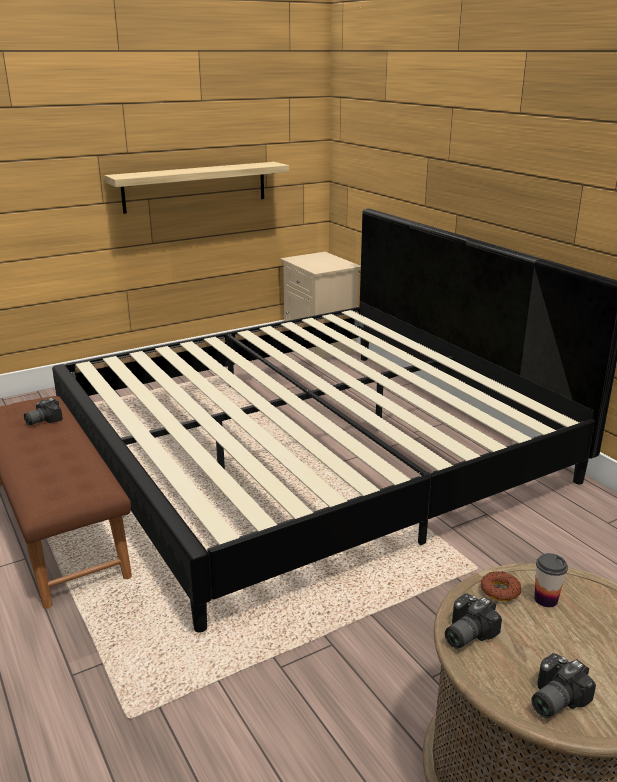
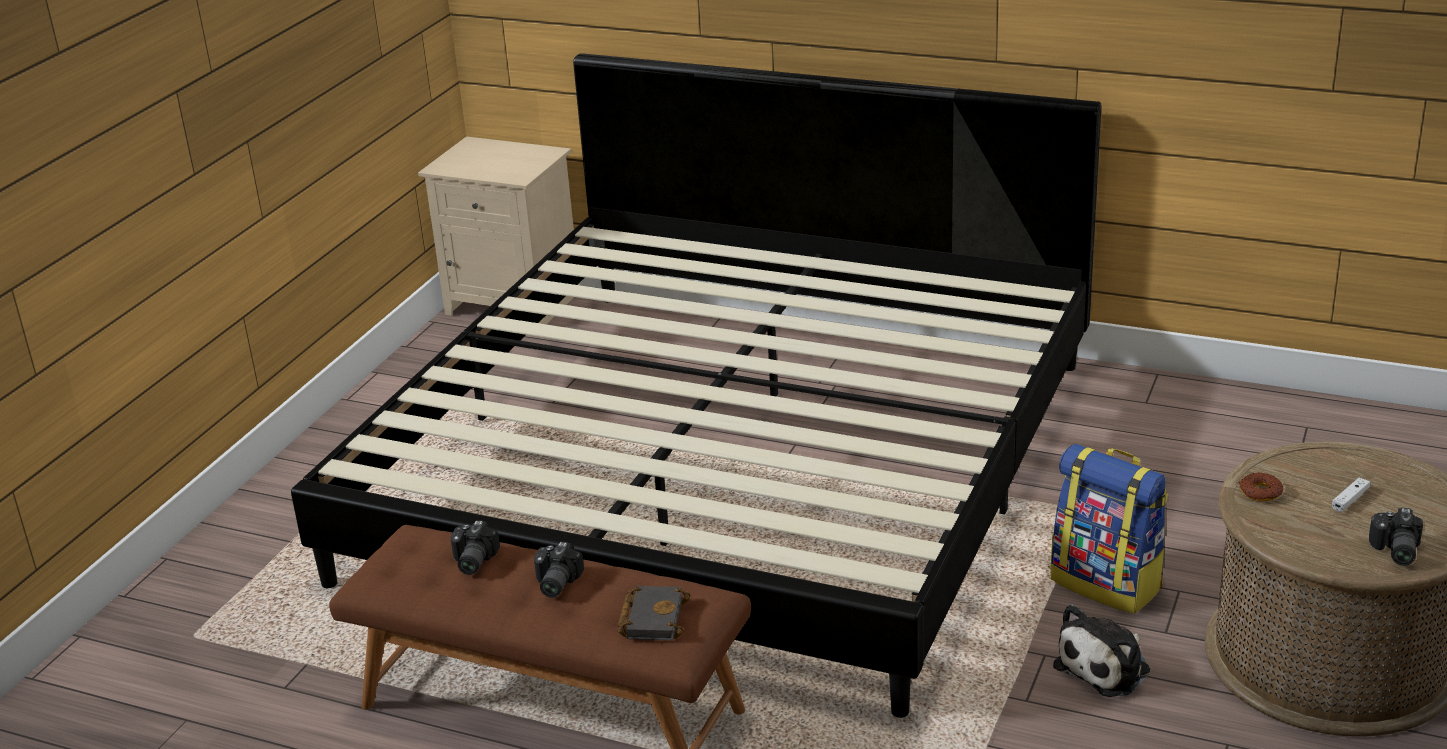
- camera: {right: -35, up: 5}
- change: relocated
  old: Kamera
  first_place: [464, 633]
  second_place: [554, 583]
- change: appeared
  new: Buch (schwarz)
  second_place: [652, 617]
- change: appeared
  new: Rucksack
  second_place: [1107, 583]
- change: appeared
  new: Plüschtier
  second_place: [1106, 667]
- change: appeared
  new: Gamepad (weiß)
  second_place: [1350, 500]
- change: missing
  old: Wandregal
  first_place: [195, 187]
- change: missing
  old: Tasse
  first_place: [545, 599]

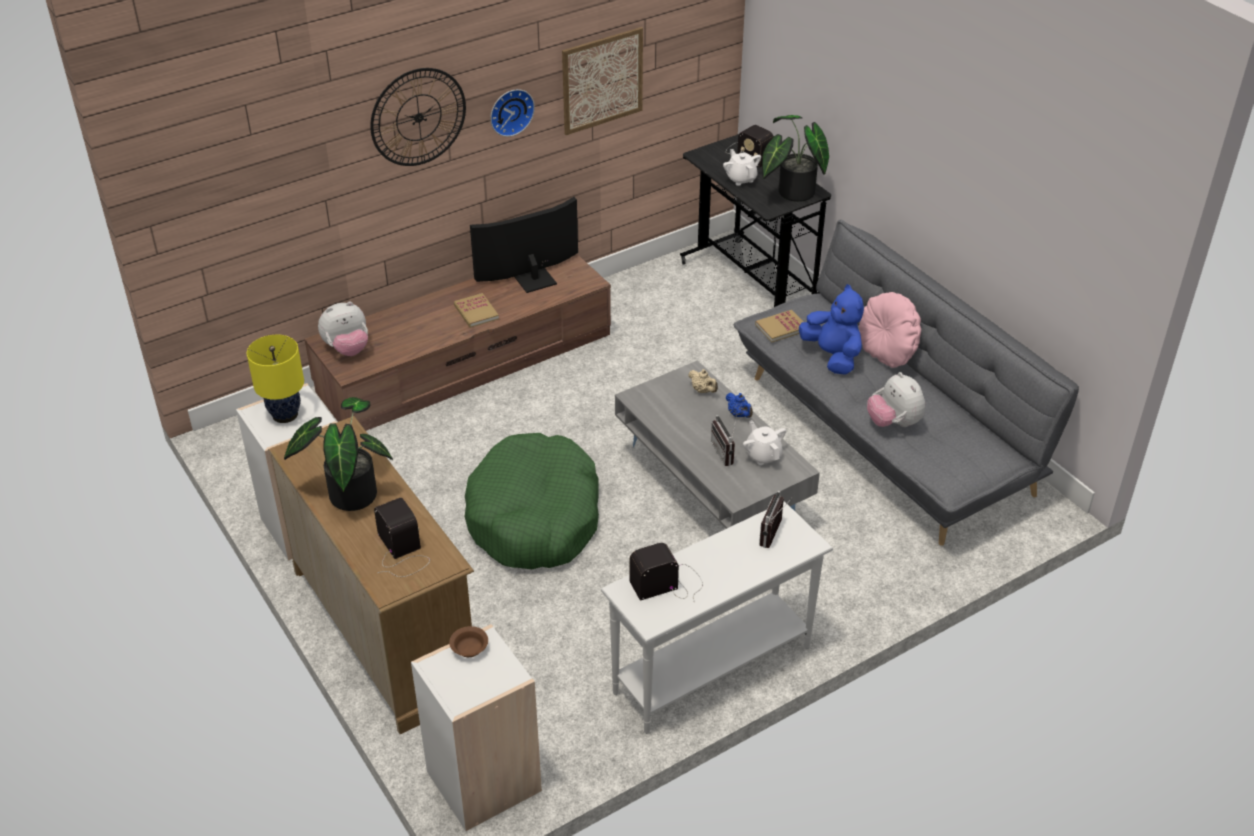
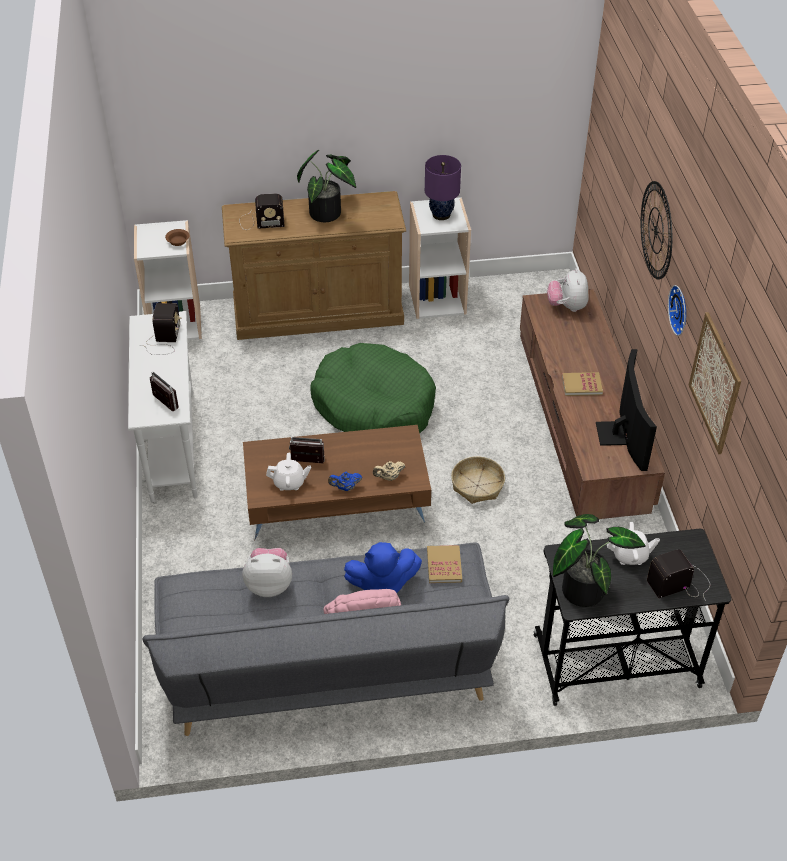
- camera: {right: 115, up: 5}
- change: colour
  old: Couchtisch (grau)
  new: Couchtisch (braun)
  first_place: [712, 491]
  second_place: [337, 512]
- change: colour
  old: Tischlampe (gelb)
  new: Tischlampe (lila)
  first_place: [285, 414]
  second_place: [441, 214]
- change: appeared
  new: Korb
  second_place: [477, 485]

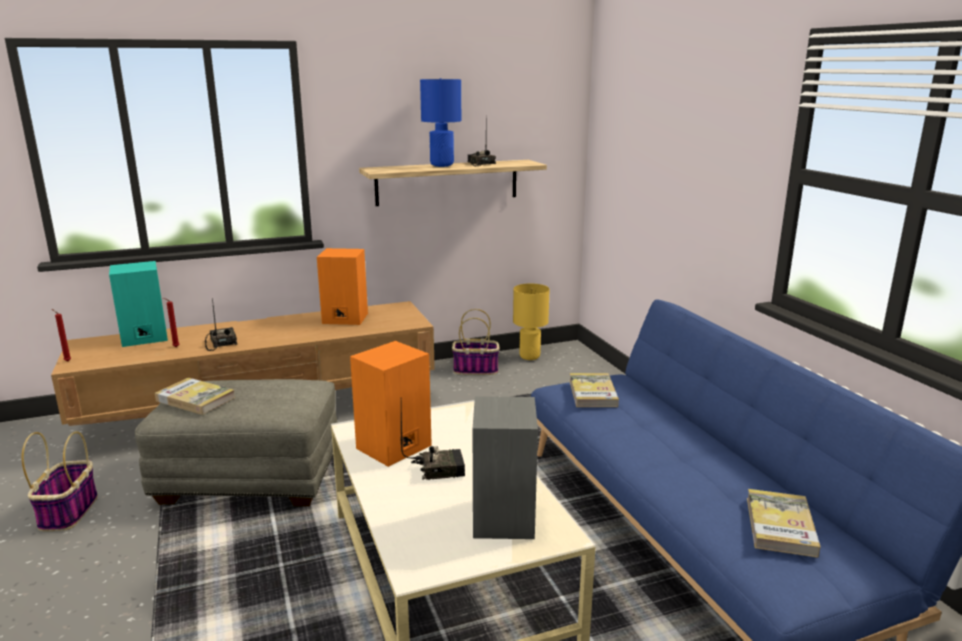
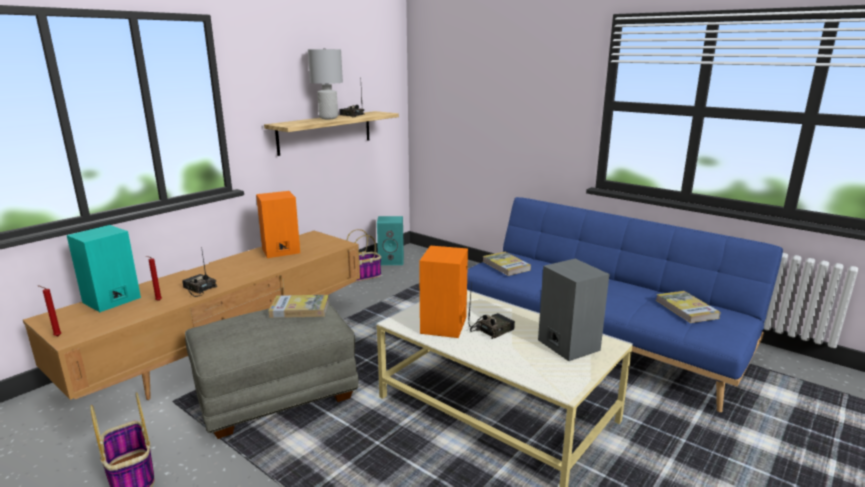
- camera: {right: -30, up: 0}
- change: relocated
  old: Buch
  first_place: [195, 399]
  second_place: [300, 309]
- change: colour
  old: Tischlampe (blau)
  new: Tischlampe (grau)
  first_place: [442, 166]
  second_place: [328, 119]
- change: exchanged
  old: Tischlampe (gelb)
  new: Lautsprecher (türkis)
  first_place: [530, 358]
  second_place: [392, 260]

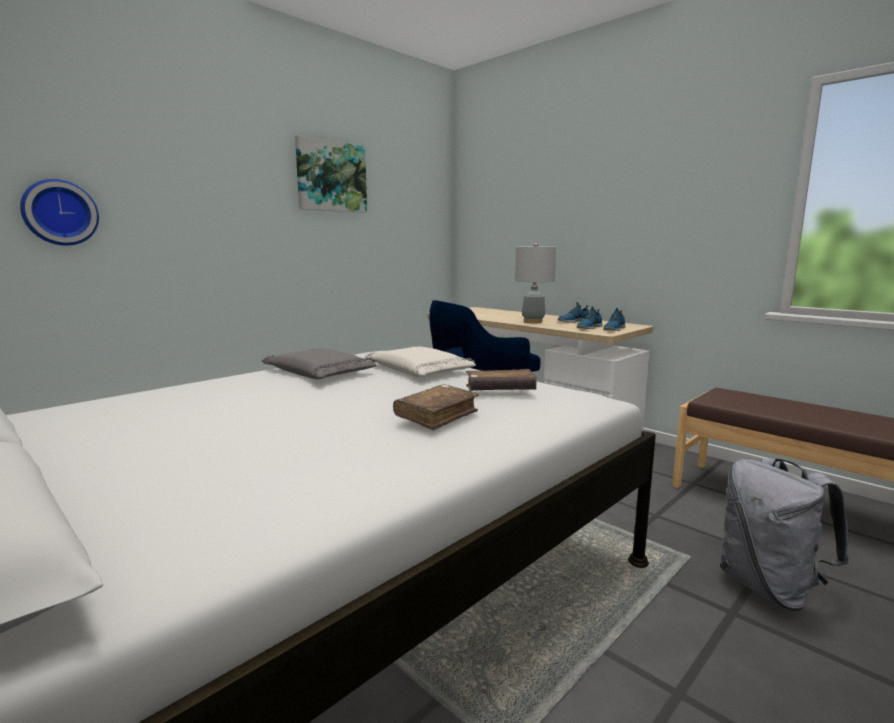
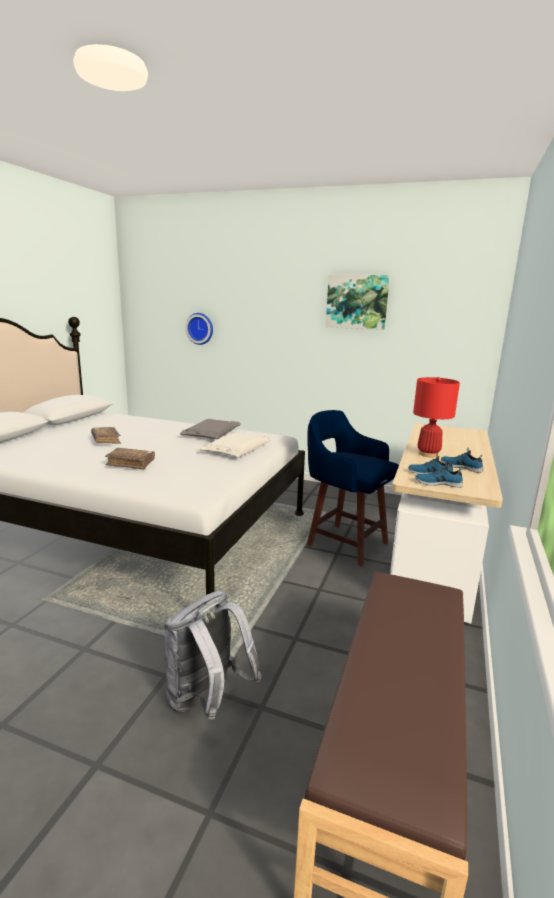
- camera: {right: 65, up: 5}
- change: relocated
  old: Buch (braun)
  first_place: [500, 390]
  second_place: [106, 440]
- change: colour
  old: Tischlampe (grau)
  new: Tischlampe (rot)
  first_place: [533, 321]
  second_place: [428, 454]

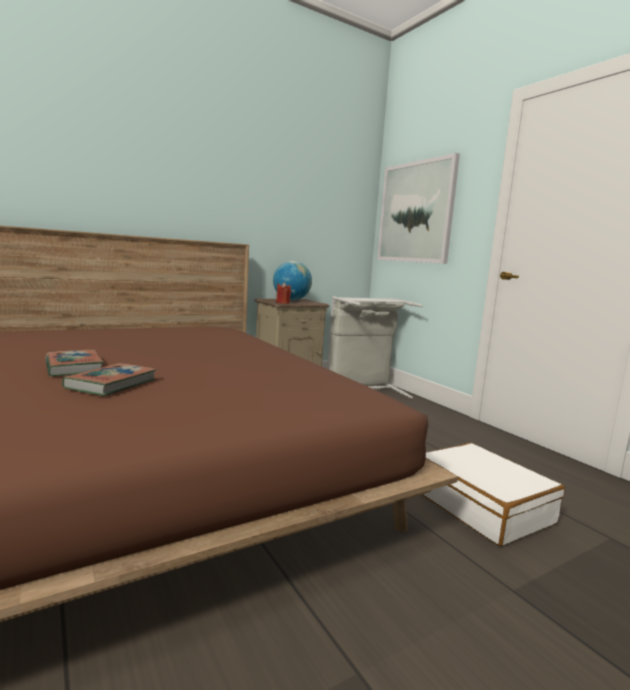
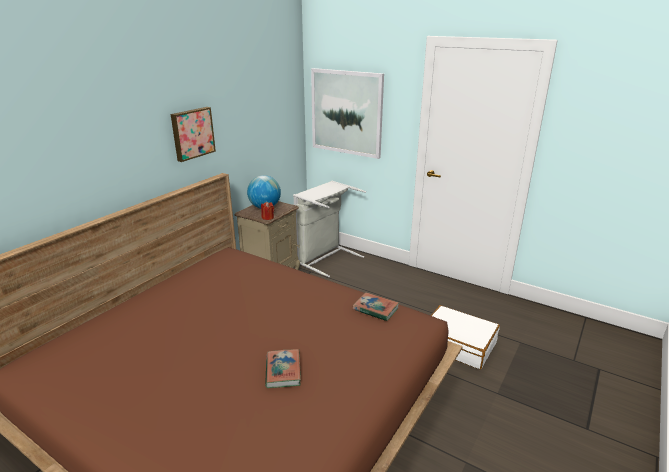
- camera: {right: -25, up: 15}
- change: appeared
  new: Bild
  second_place: [192, 133]
- change: relocated
  old: Buch
  first_place: [74, 367]
  second_place: [375, 309]

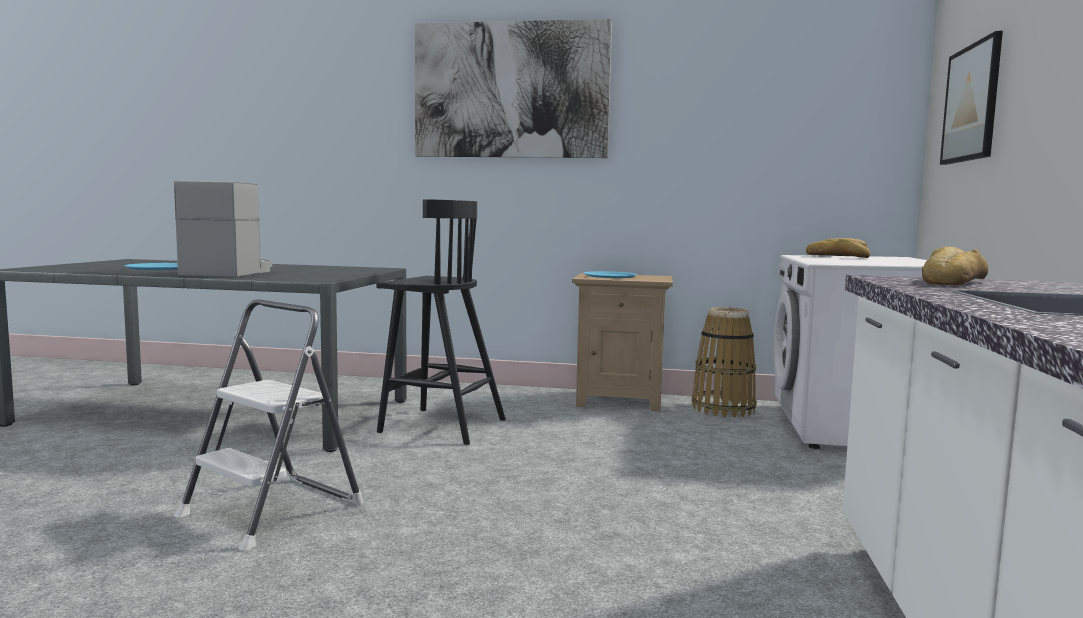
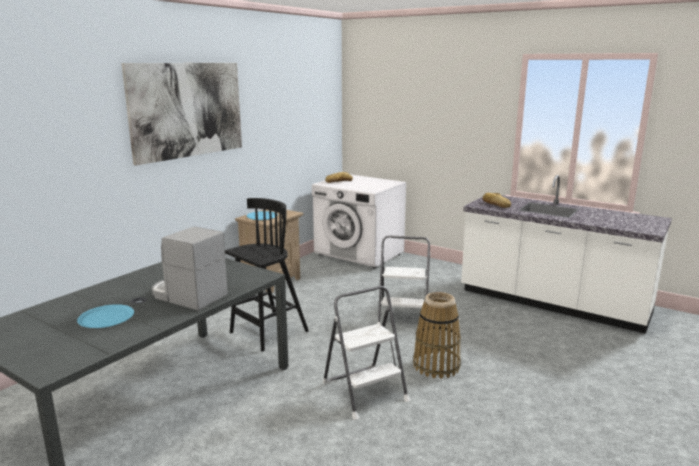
- camera: {right: -65, up: 10}
- change: appeared
  new: Trittleiter (weiß)
  second_place: [403, 315]
- change: relocated
  old: Korb
  first_place: [723, 409]
  second_place: [436, 366]
- change: missing
  old: Bild
  first_place: [971, 103]

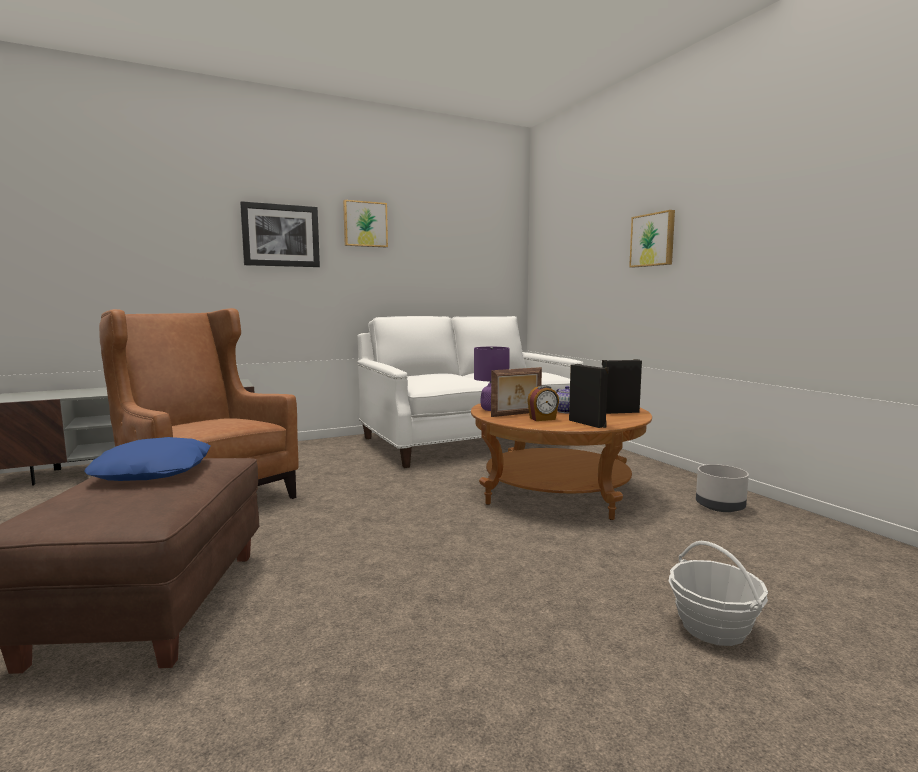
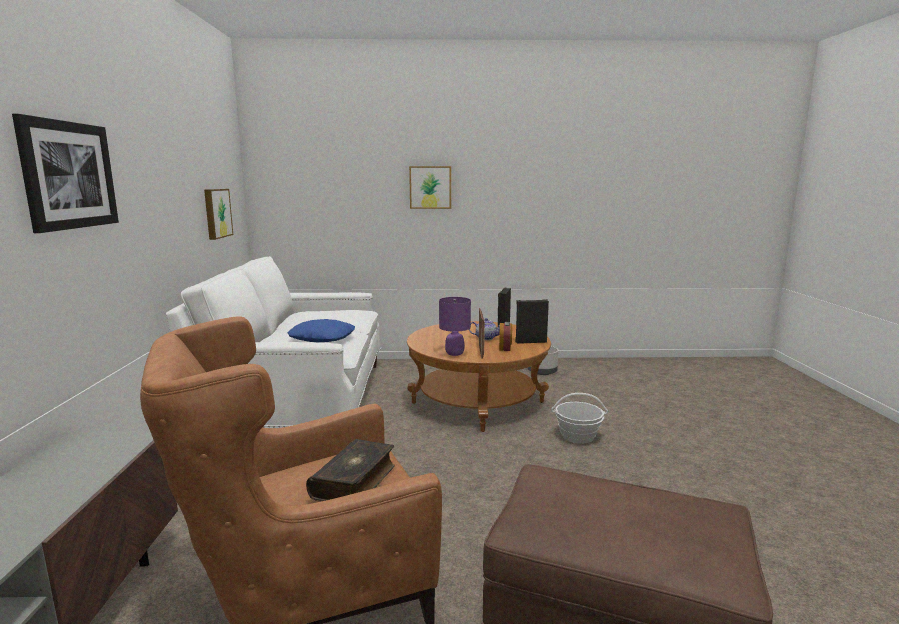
- camera: {right: -65, up: 5}
- change: relocated
  old: Bild
  first_place: [365, 224]
  second_place: [216, 213]
- change: relocated
  old: Kissen (blau)
  first_place: [154, 471]
  second_place: [322, 338]
- change: appeared
  new: Buch
  second_place: [355, 482]
- change: relocated
  old: Korb
  first_place: [713, 628]
  second_place: [577, 436]

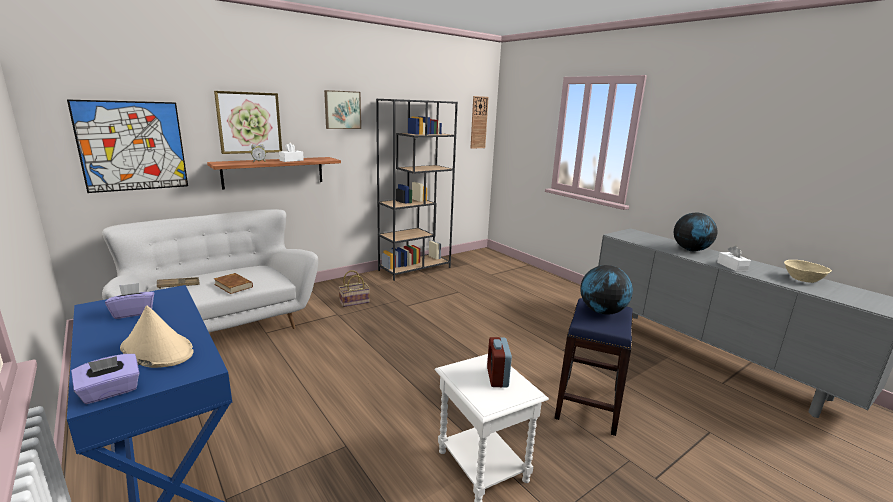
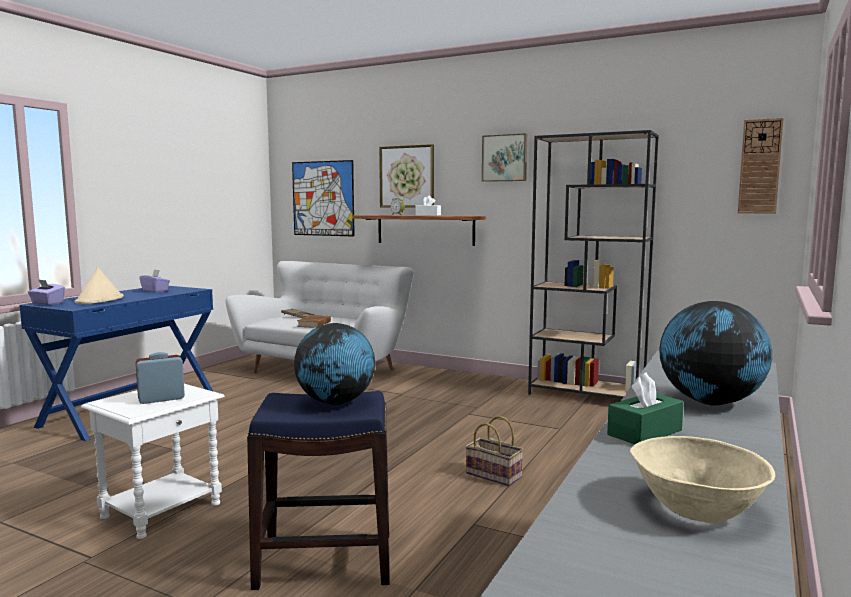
- camera: {right: 65, up: -10}
- change: relocated
  old: Korb
  first_place: [355, 301]
  second_place: [495, 475]
- change: colour
  old: Taschentuchbox (weiß)
  new: Taschentuchbox (grün)
  first_place: [732, 266]
  second_place: [644, 432]

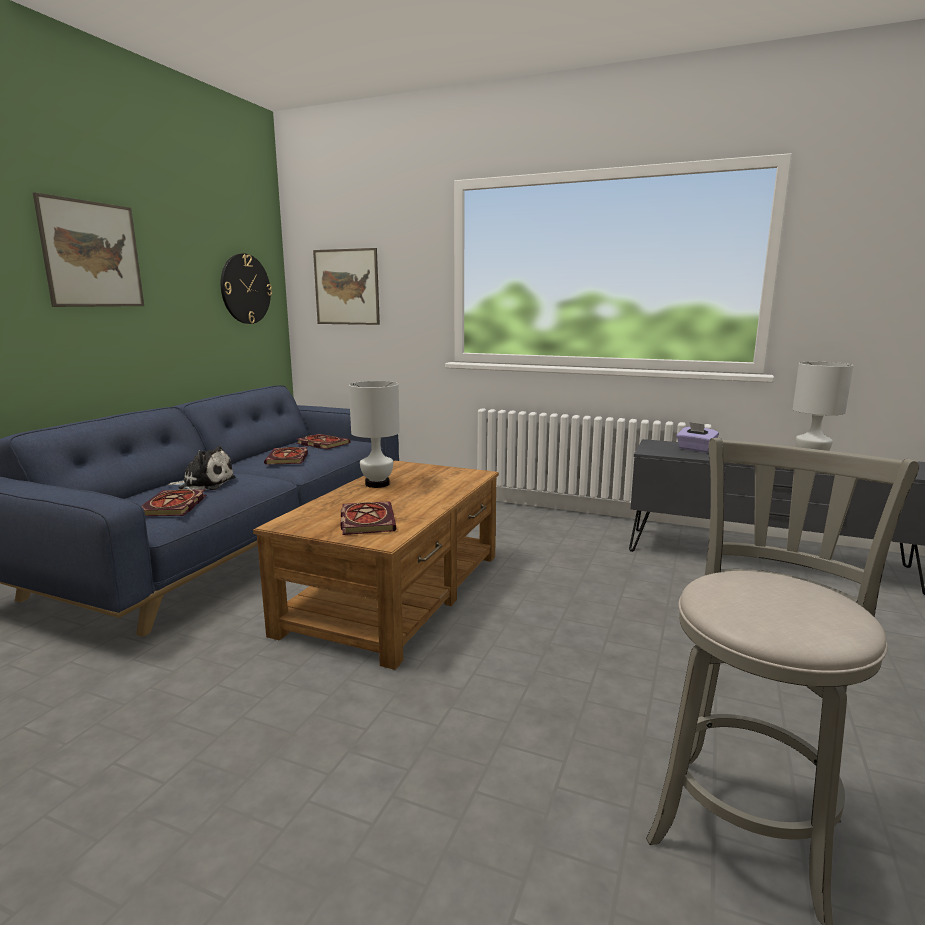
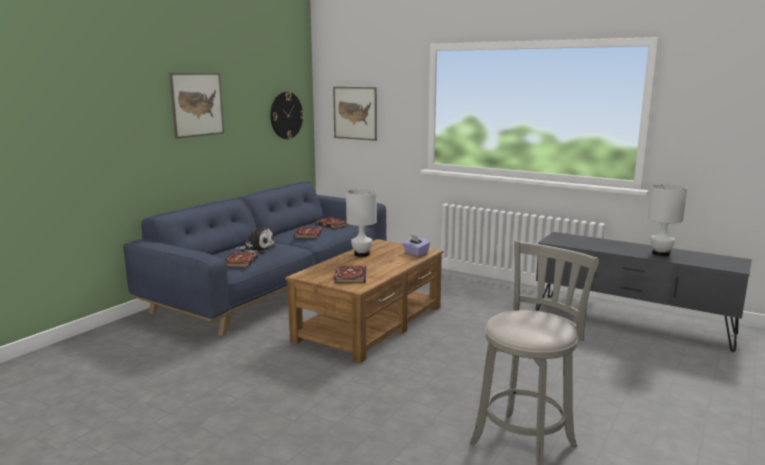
- camera: {right: 10, up: 0}
- change: relocated
  old: Taschentuchbox (lila)
  first_place: [695, 449]
  second_place: [415, 253]

